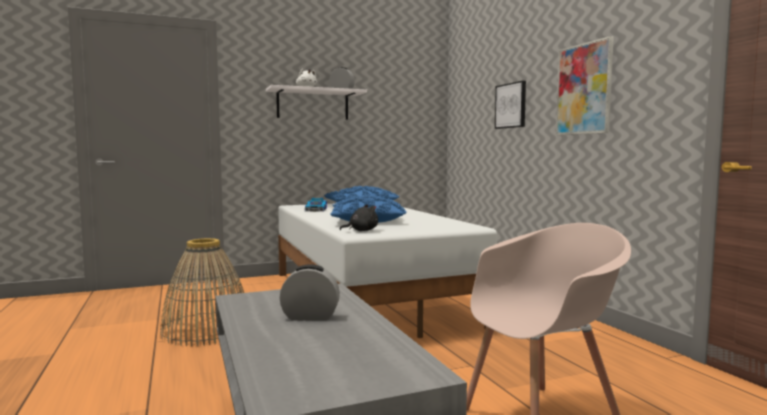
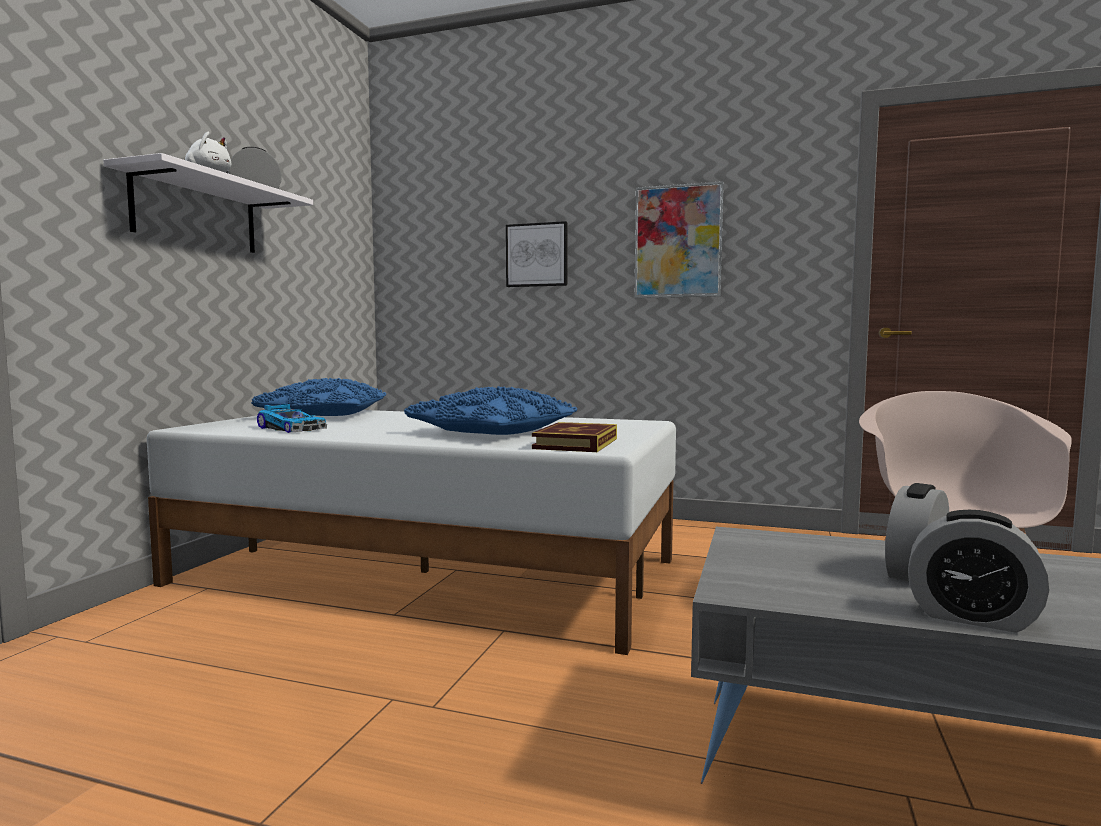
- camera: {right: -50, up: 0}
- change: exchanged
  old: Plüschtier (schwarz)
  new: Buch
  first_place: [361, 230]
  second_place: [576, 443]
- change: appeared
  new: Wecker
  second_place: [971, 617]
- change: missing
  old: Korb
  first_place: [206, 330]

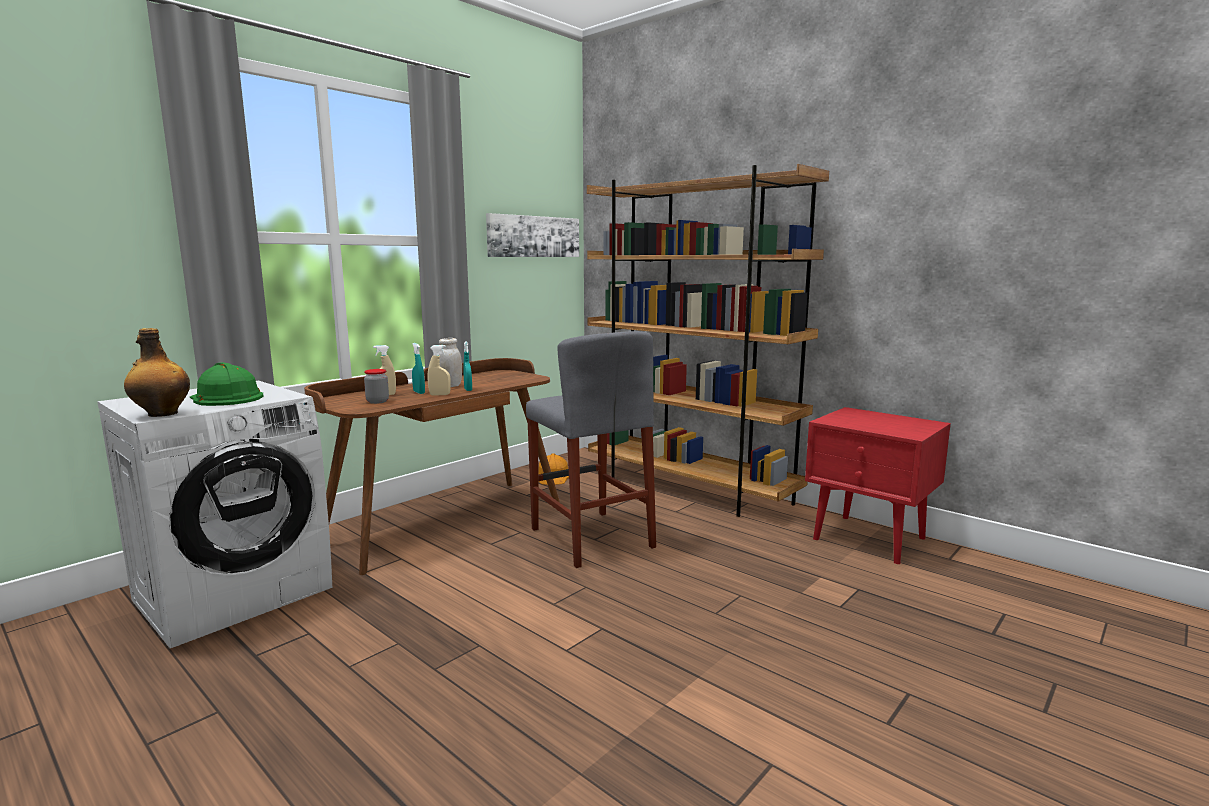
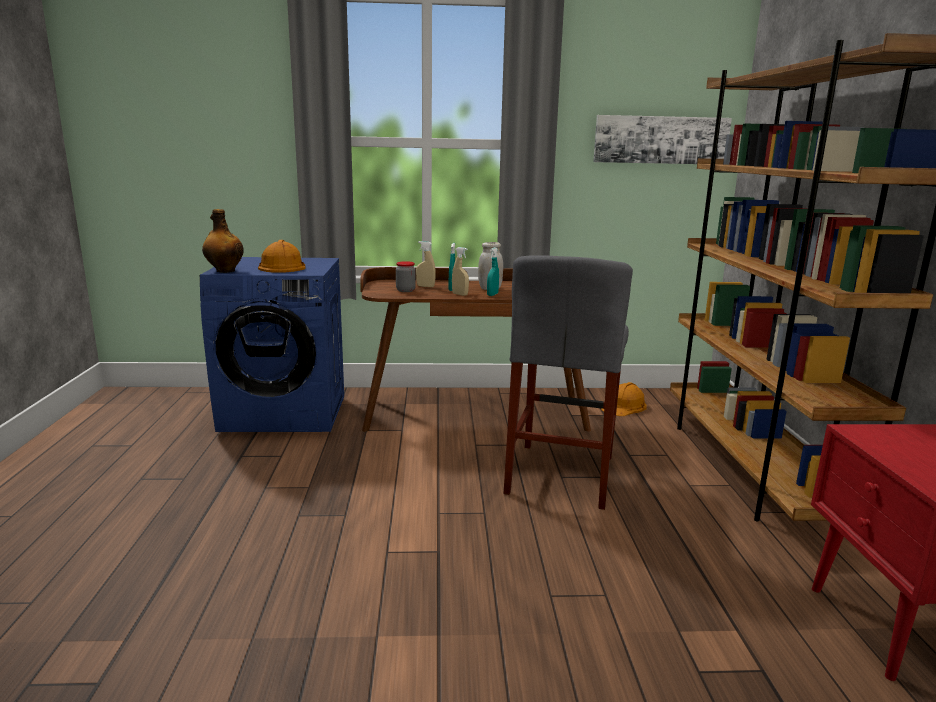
- camera: {right: 45, up: 5}
- change: colour
  old: Waschmaschine (weiß)
  new: Waschmaschine (blau)
  first_place: [235, 598]
  second_place: [285, 416]
- change: colour
  old: Schutzhelm (grün)
  new: Schutzhelm (orange)
  first_place: [225, 398]
  second_place: [282, 267]

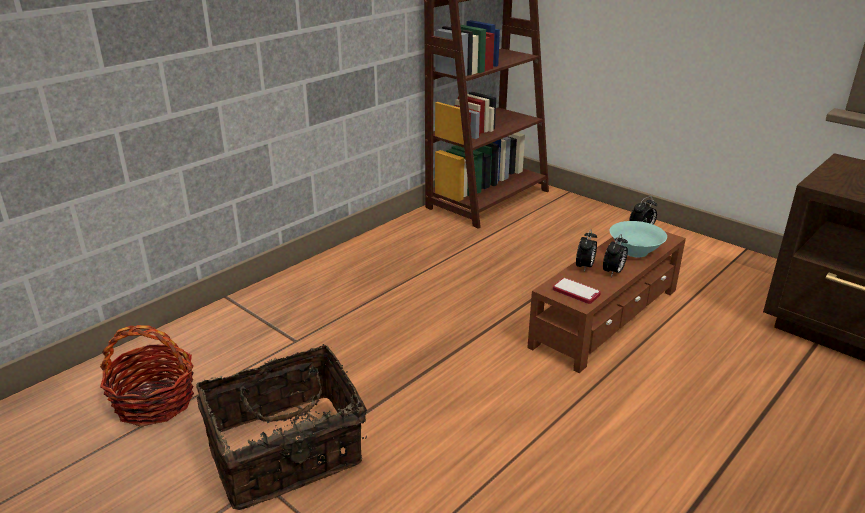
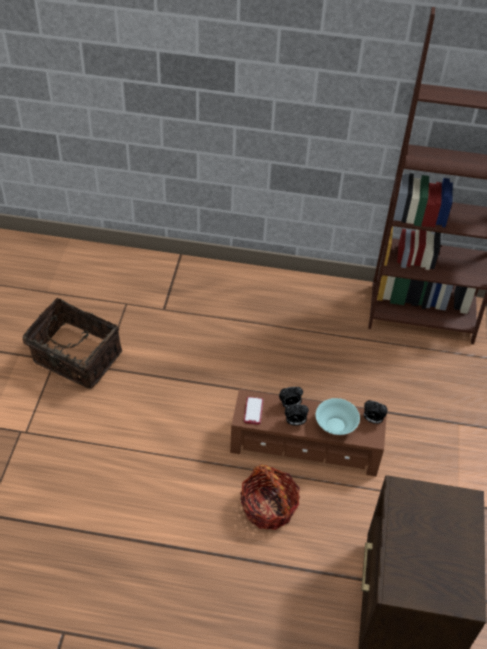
- camera: {right: 55, up: 20}
- change: relocated
  old: Korb
  first_place: [155, 402]
  second_place: [268, 507]

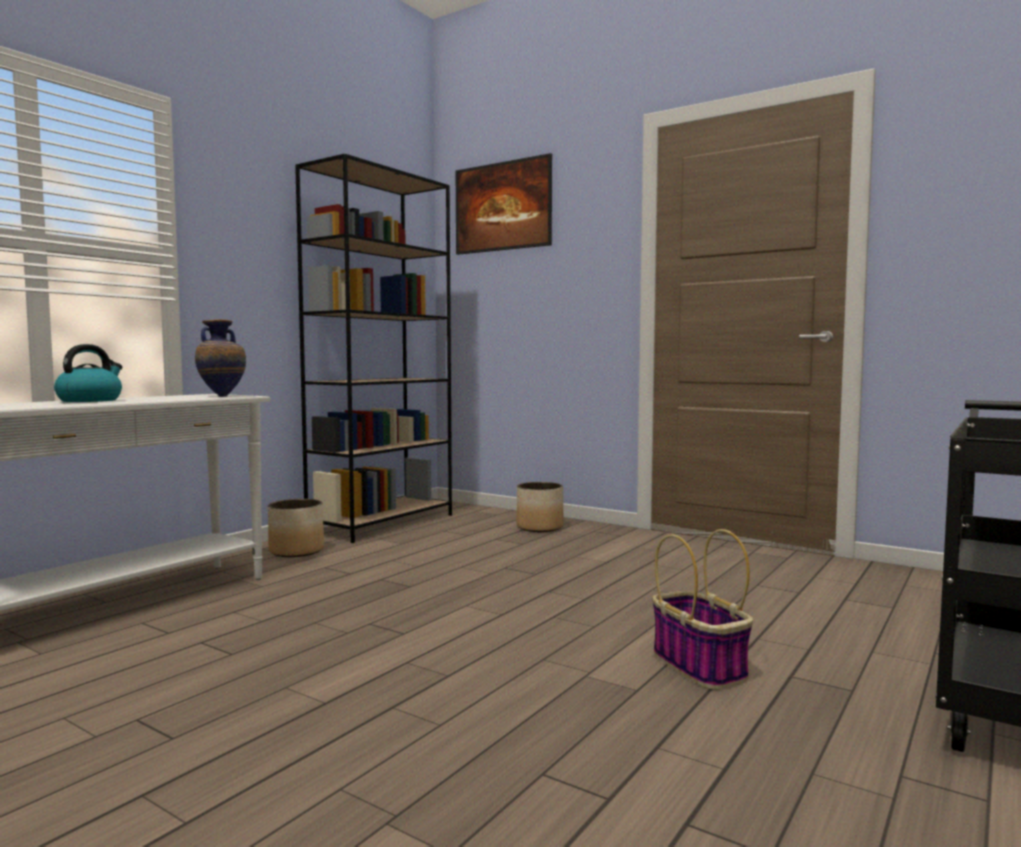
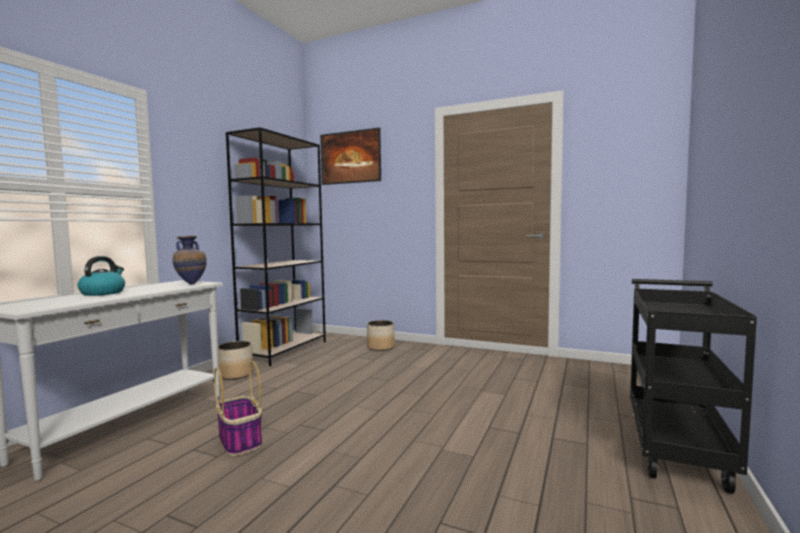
- camera: {right: -10, up: 0}
- change: relocated
  old: Korb
  first_place: [700, 667]
  second_place: [240, 441]

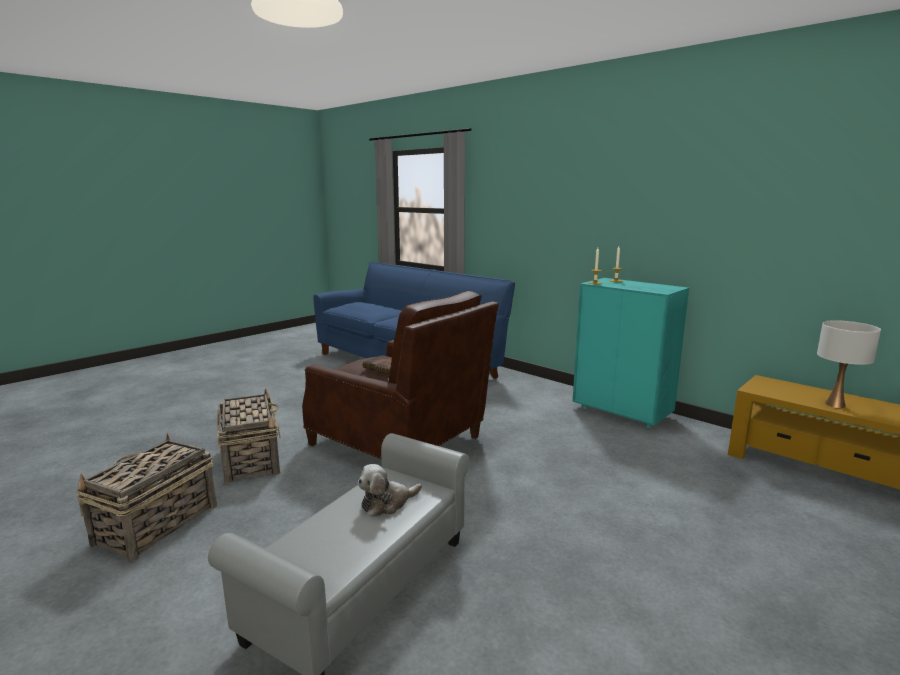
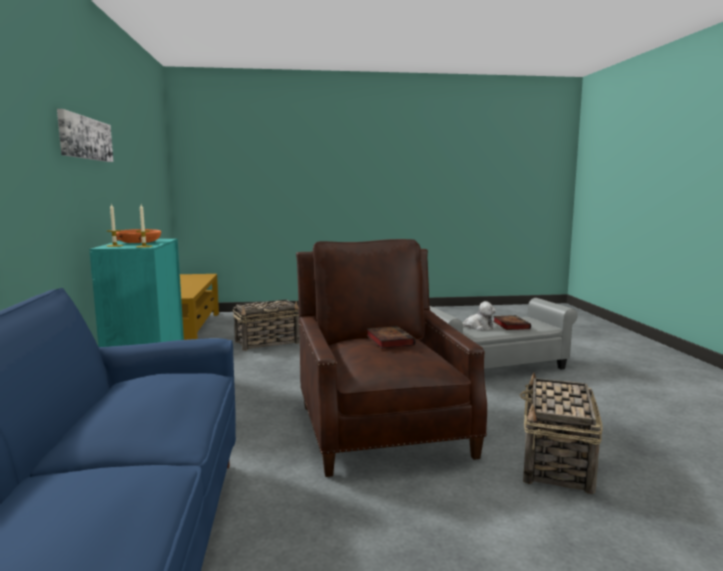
- camera: {right: -140, up: -5}
- change: appeared
  new: Bild
  second_place: [85, 138]
- change: appeared
  new: Schüssel (orange)
  second_place: [139, 242]
- change: relocated
  old: Korb
  first_place: [155, 525]
  second_place: [268, 342]
- change: appeared
  new: Buch
  second_place: [510, 325]
- change: missing
  old: Tischlampe (weiß)
  first_place: [835, 405]

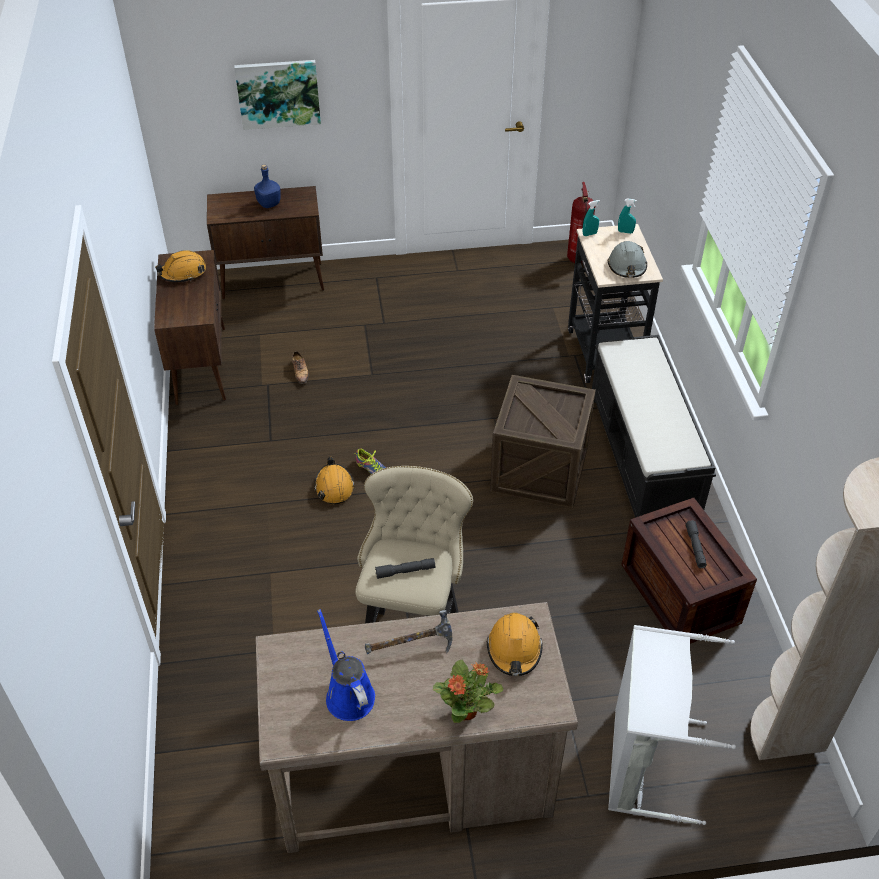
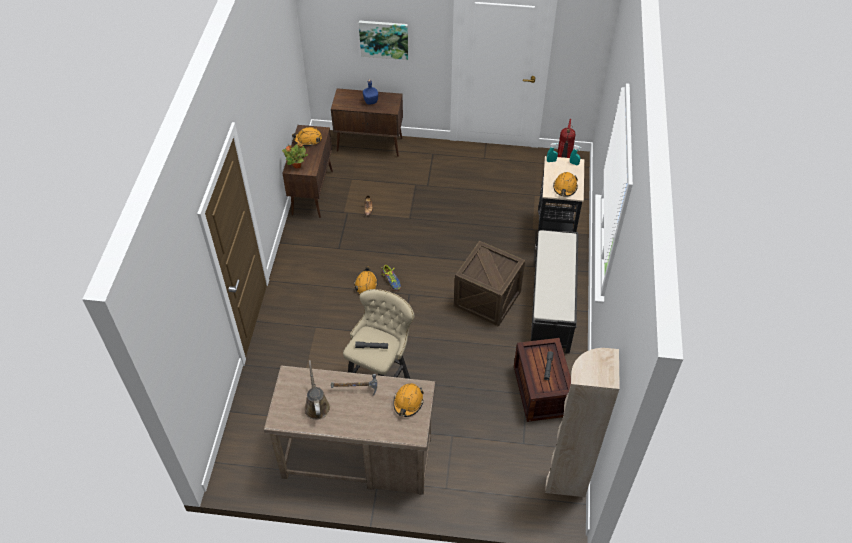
- camera: {right: 15, up: 5}
- change: relocated
  old: Topfpflanze
  first_place: [467, 711]
  second_place: [297, 165]
- change: colour
  old: Gießkanne (blau)
  new: Gießkanne (braun)
  first_place: [348, 694]
  second_place: [316, 405]
- change: colour
  old: Schutzhelm (grau)
  new: Schutzhelm (orange)
  first_place: [627, 266]
  second_place: [565, 187]
- change: missing
  old: Wäschekorb (grau)
  first_place: [643, 763]

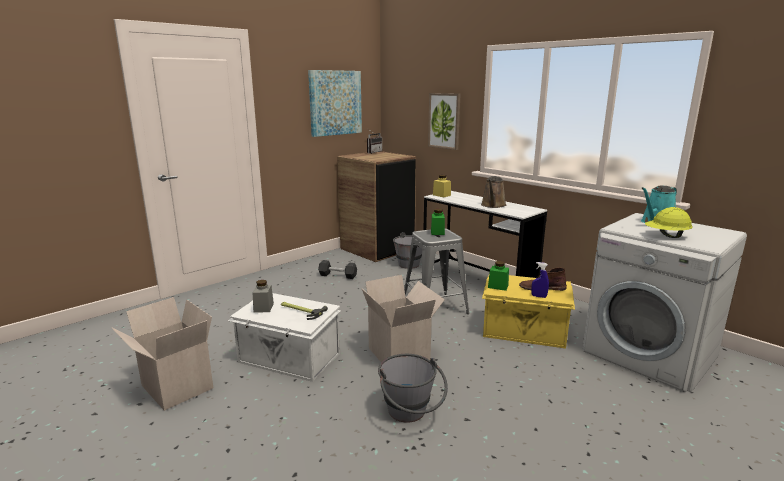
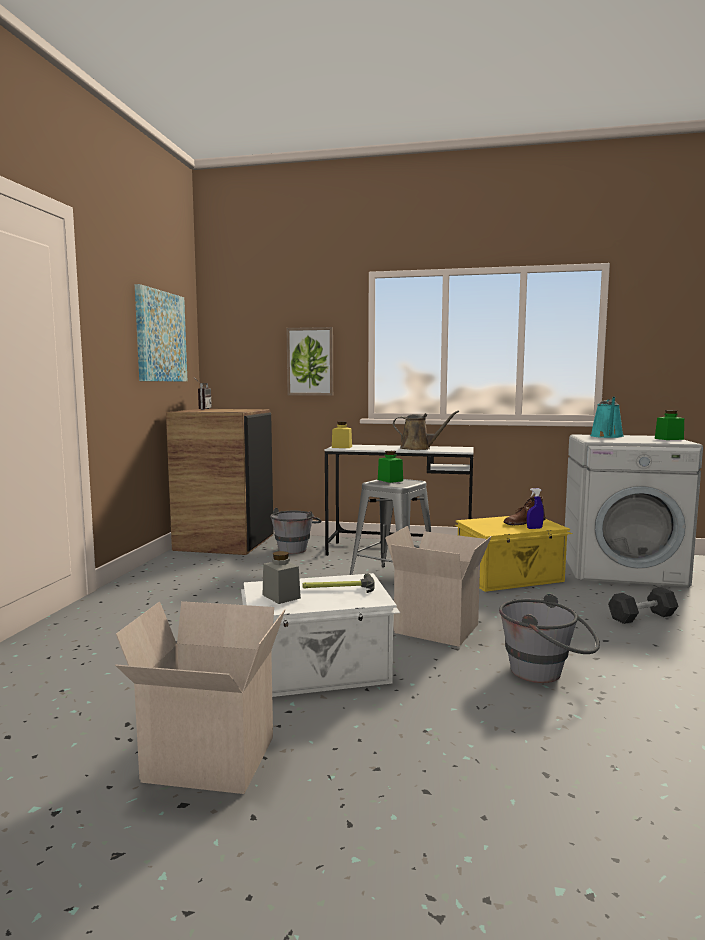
- camera: {right: -35, up: -10}
- change: spun
  old: Gießkanne (braun)
  first_place: [493, 205]
  second_place: [418, 448]
  degrees: -60
- change: relocated
  old: Hantel (schwarz)
  first_place: [338, 275]
  second_place: [642, 617]
- change: relocated
  old: Vorratsglas (grün)
  first_place: [498, 286]
  second_place: [669, 439]
- change: missing
  old: Schutzhelm (gelb)
  first_place: [666, 236]

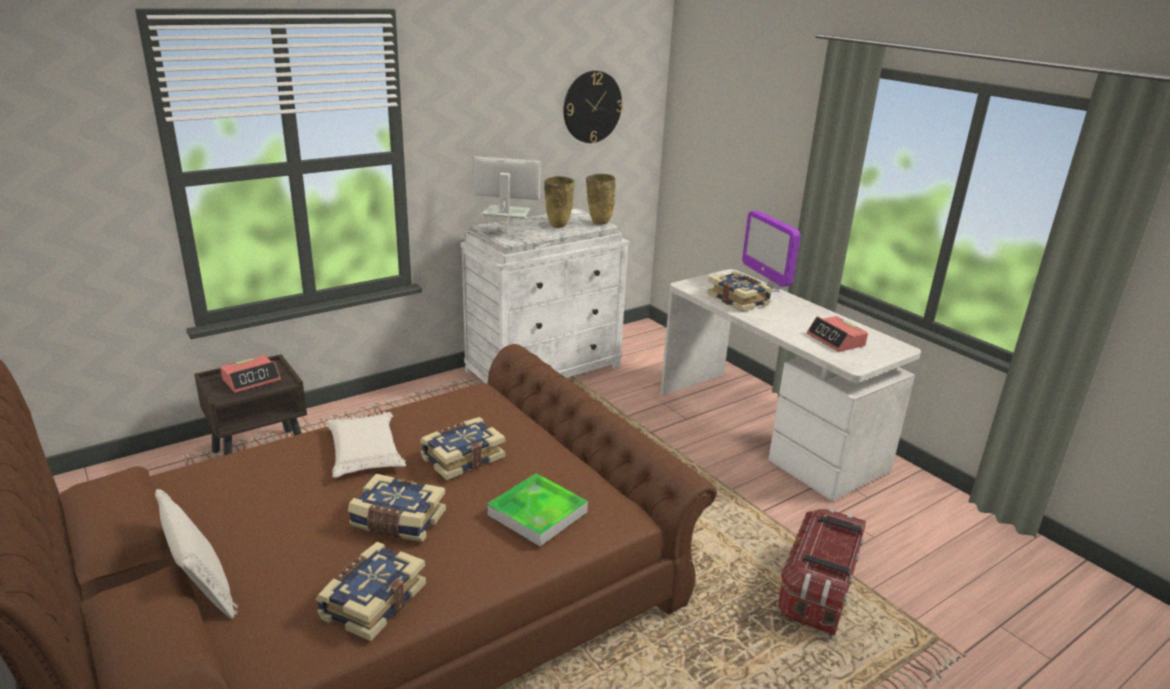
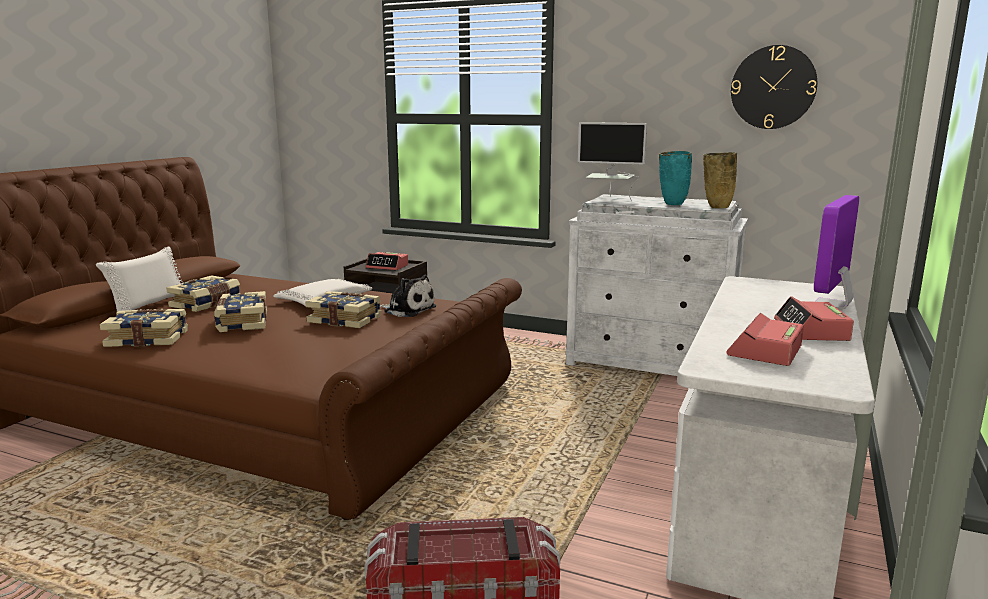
- camera: {right: 60, up: -10}
- change: relocated
  old: Buch
  first_place: [739, 300]
  second_place: [207, 304]
- change: appeared
  new: Plüschtier
  second_place: [408, 310]
- change: spun
  old: Monitor
  first_place: [505, 234]
  second_place: [610, 200]
  degrees: 135
- change: colour
  old: Vase (beige)
  new: Vase (türkis)
  first_place: [557, 226]
  second_place: [671, 204]
- change: appeared
  new: Wecker
  second_place: [811, 331]
- change: missing
  old: Tablett
  first_place: [537, 513]

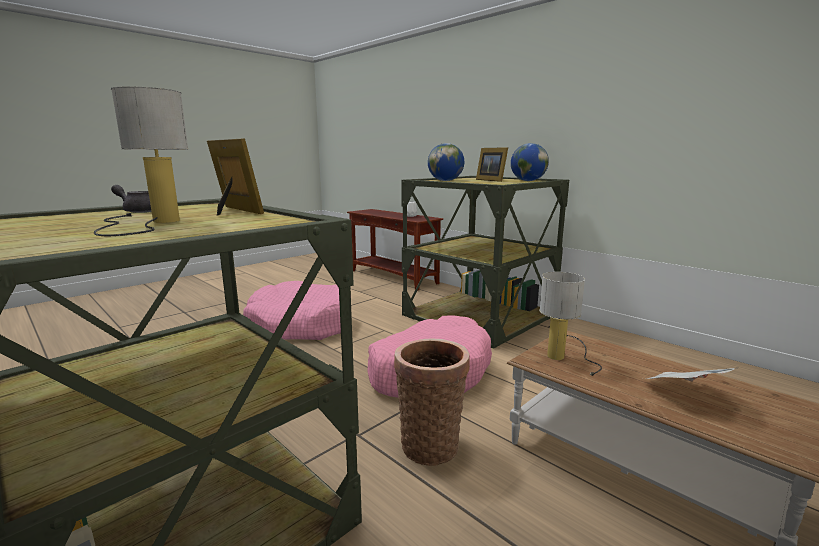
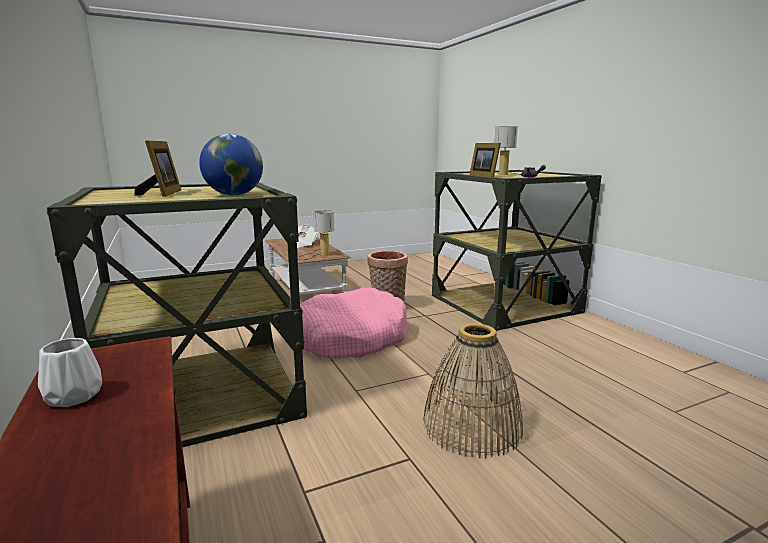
- camera: {right: -160, up: 0}
- change: exchanged
  old: Hundebett (rosa)
  new: Korb
  first_place: [300, 324]
  second_place: [472, 426]
- change: missing
  old: Globus
  first_place: [528, 181]

